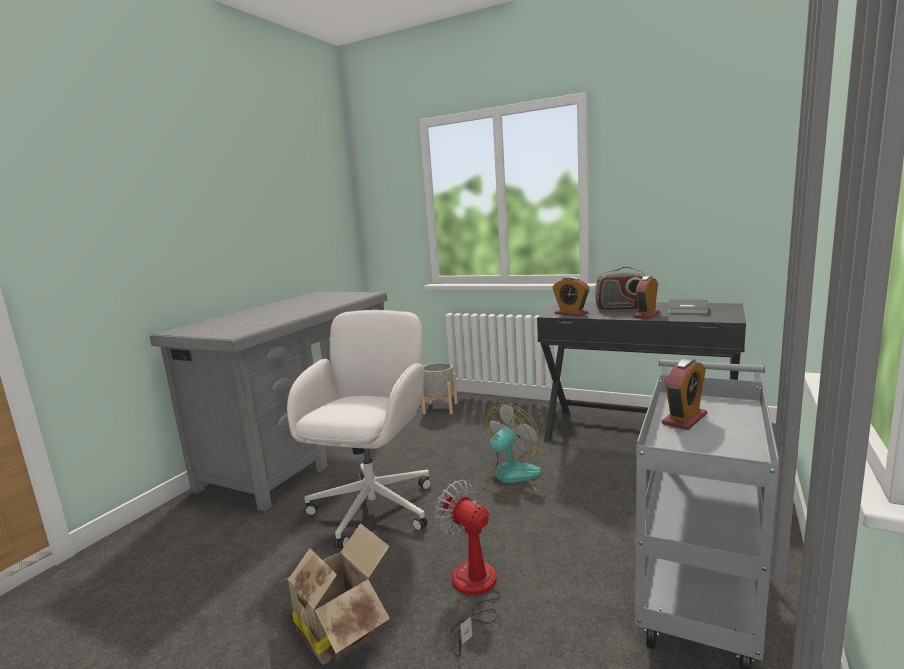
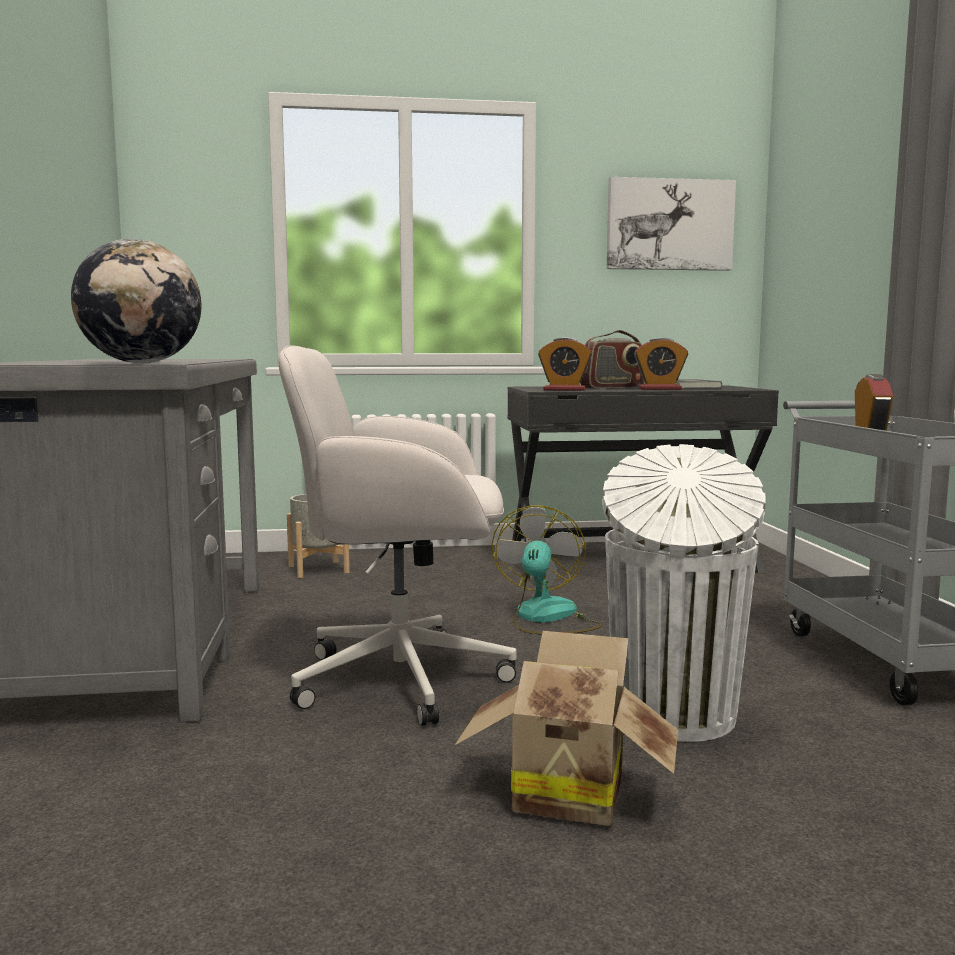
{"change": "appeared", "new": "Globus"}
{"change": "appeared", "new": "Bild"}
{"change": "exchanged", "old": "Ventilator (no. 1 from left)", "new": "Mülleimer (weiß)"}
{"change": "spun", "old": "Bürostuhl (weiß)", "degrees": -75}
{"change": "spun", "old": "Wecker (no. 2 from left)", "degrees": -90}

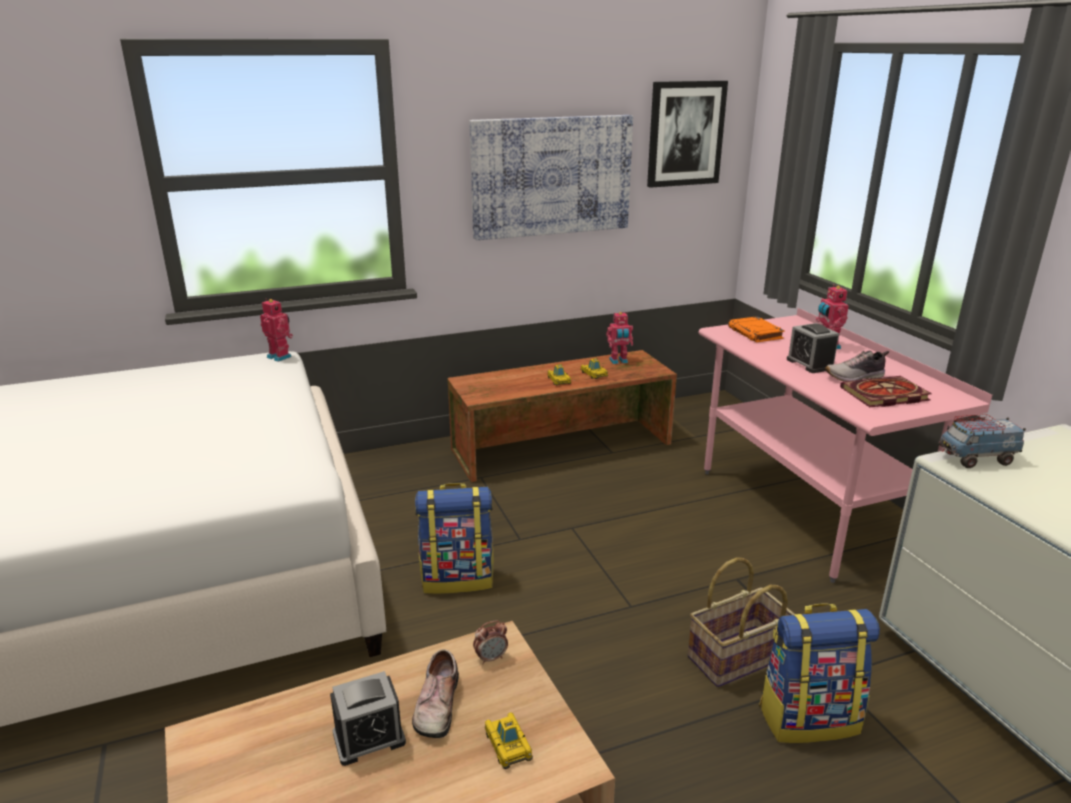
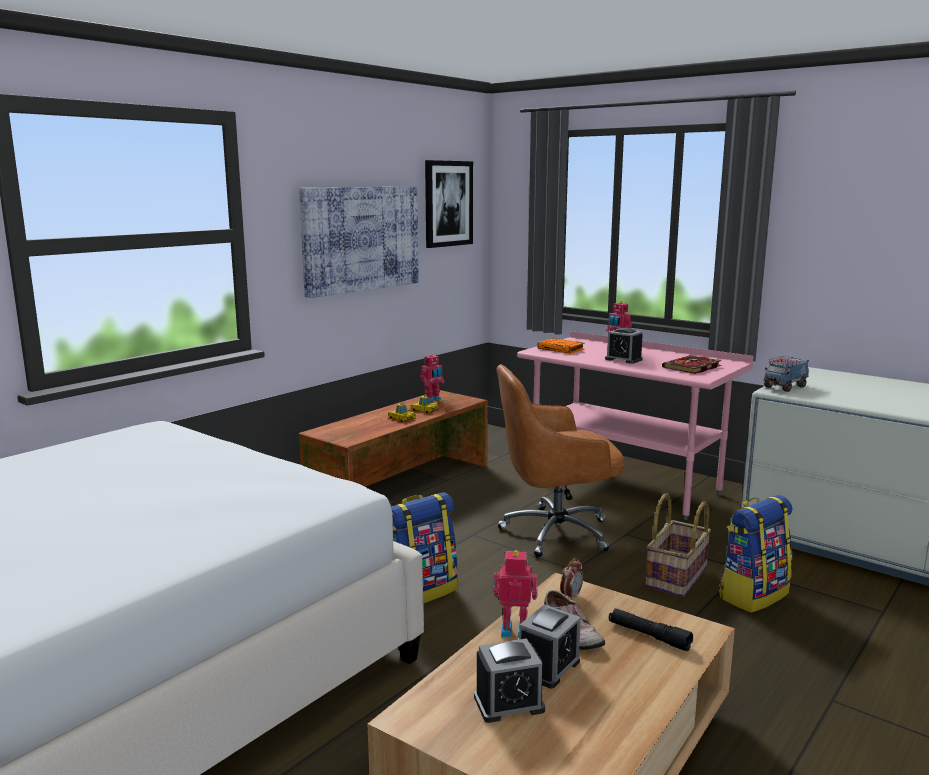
{"change": "missing", "old": "Schuh (no. 2 from left)"}
{"change": "appeared", "new": "Wecker (no. 1 from left)"}
{"change": "appeared", "new": "Bürostuhl (braun)"}
{"change": "relocated", "old": "Spielzeugroboter (no. 1 from left in the first image)", "new": "Spielzeugroboter (no. 2 from left)"}
{"change": "exchanged", "old": "Spielzeugauto (no. 1 from left)", "new": "Taschenlampe (schwarz)"}

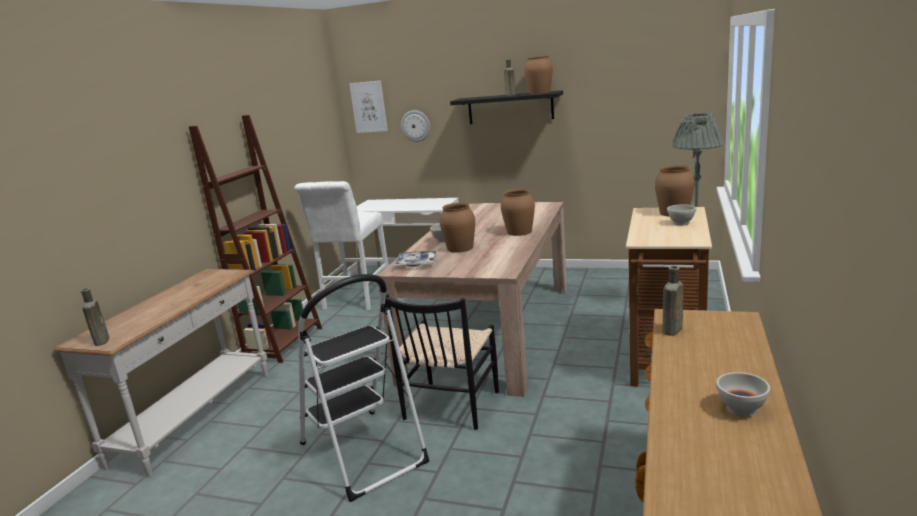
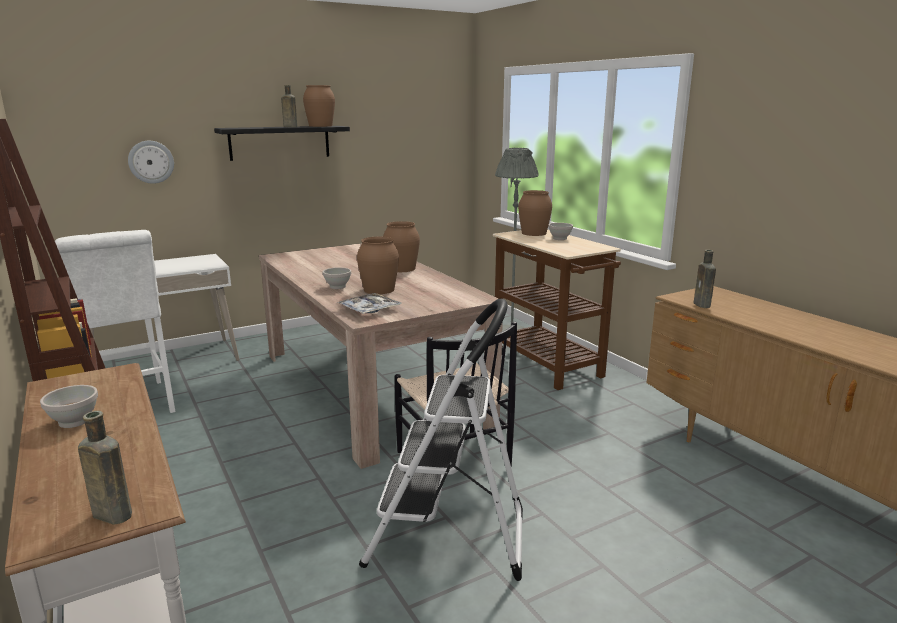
{"change": "missing", "old": "Bild"}
{"change": "relocated", "old": "Schüssel (weiß) (no. 3 from left in the first image)", "new": "Schüssel (weiß) (no. 1 from left)"}

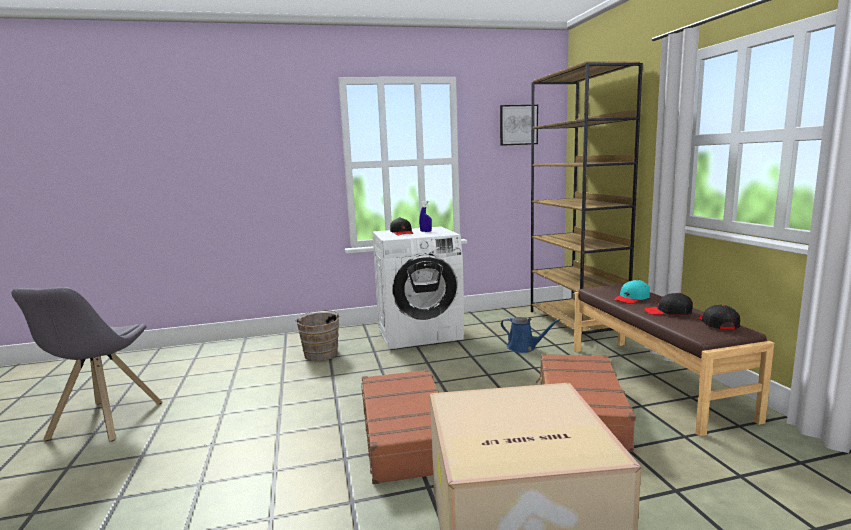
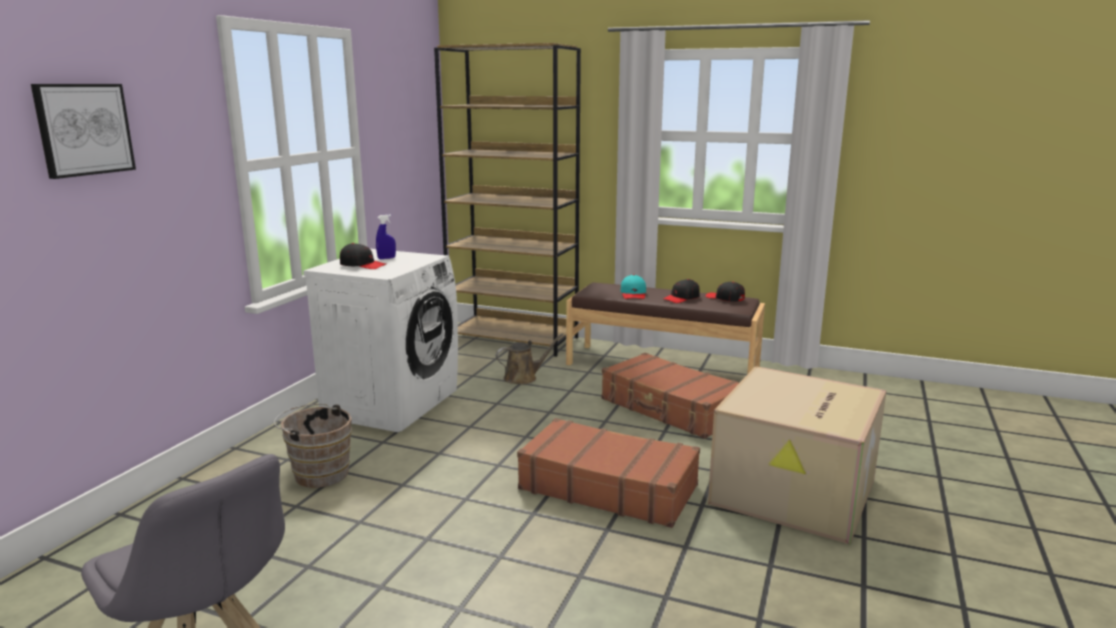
{"change": "relocated", "old": "Bild"}
{"change": "colour", "old": "Gießkanne (blau)", "new": "Gießkanne (braun)"}

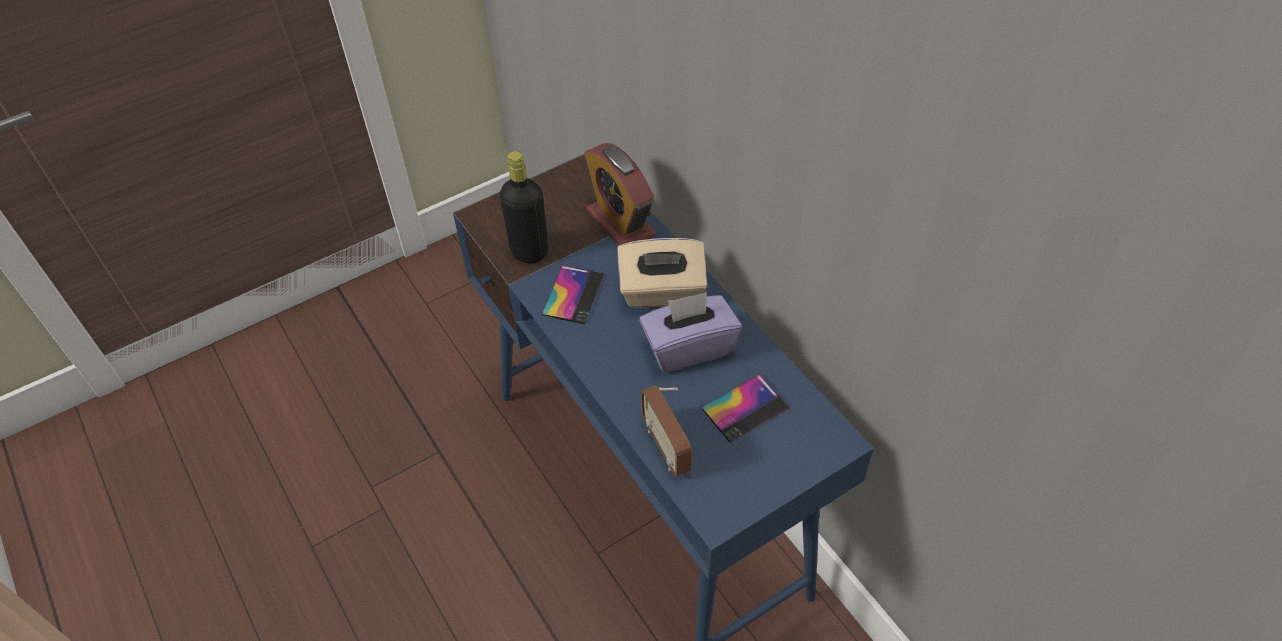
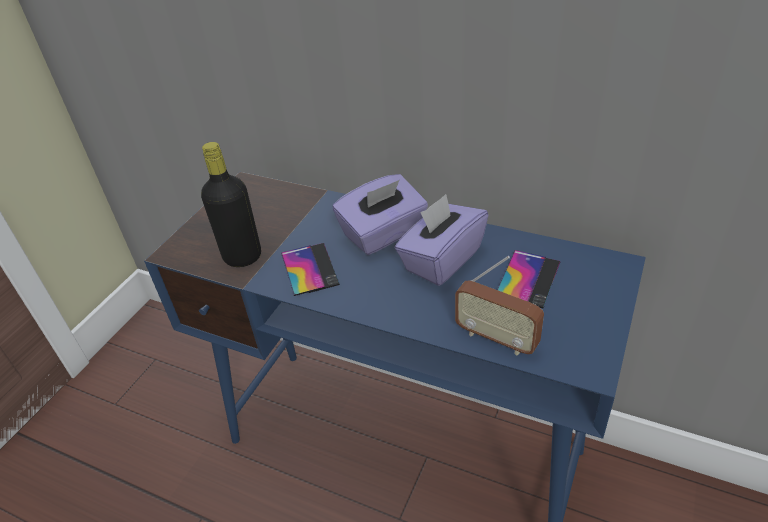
{"change": "missing", "old": "Wecker"}
{"change": "colour", "old": "Taschentuchbox (beige)", "new": "Taschentuchbox (lila) (no. 1 from left)"}

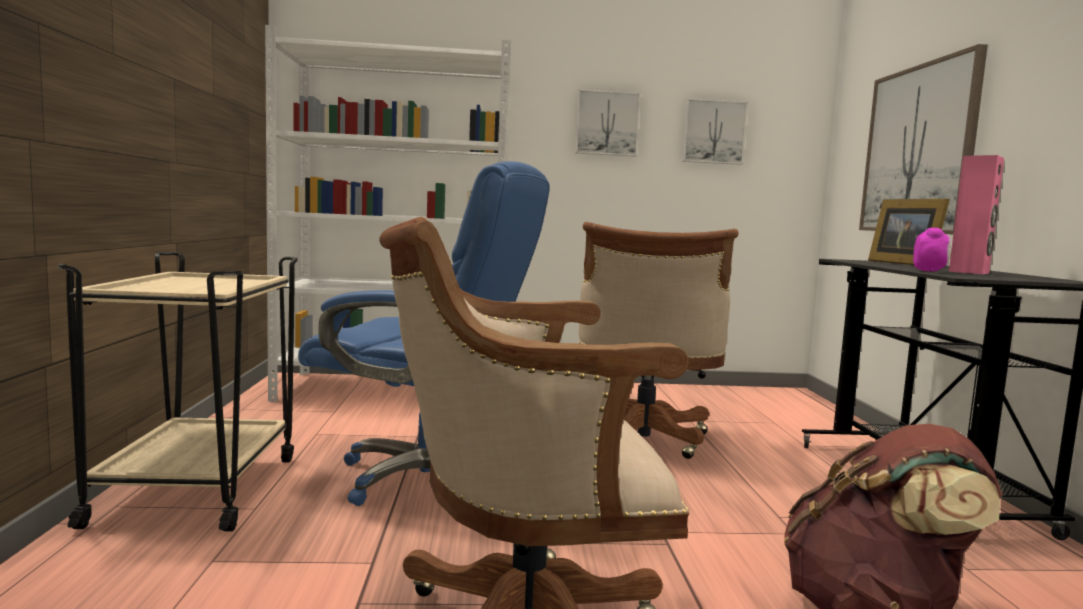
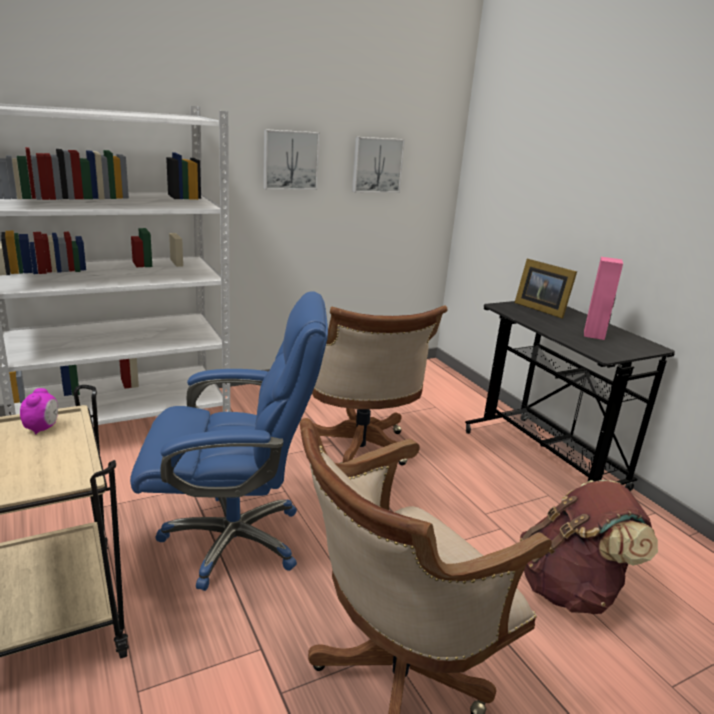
{"change": "missing", "old": "Bild (no. 3 from left)"}
{"change": "relocated", "old": "Wecker"}

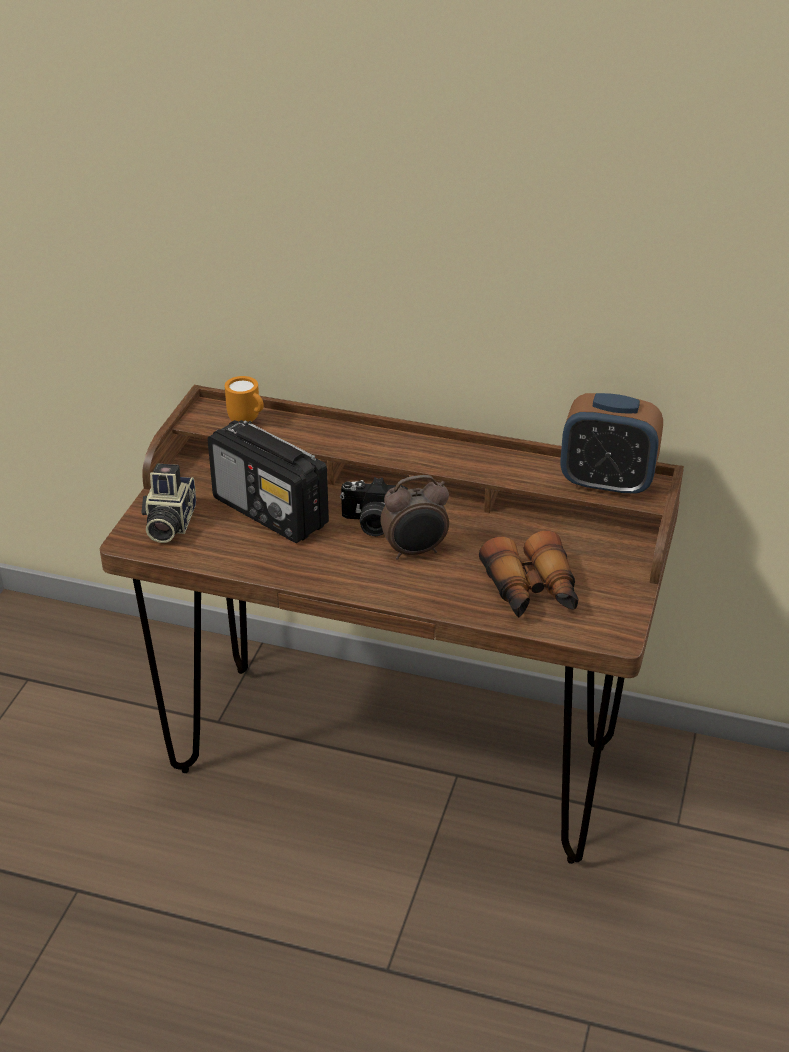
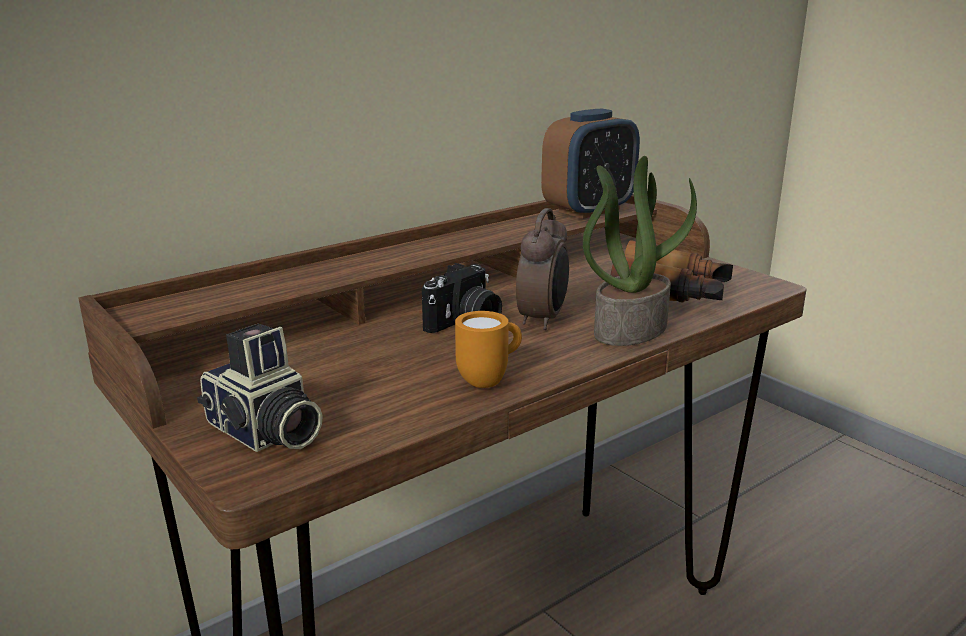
{"change": "missing", "old": "Radio"}
{"change": "appeared", "new": "Topfpflanze"}
{"change": "relocated", "old": "Henkelbecher (orange)"}

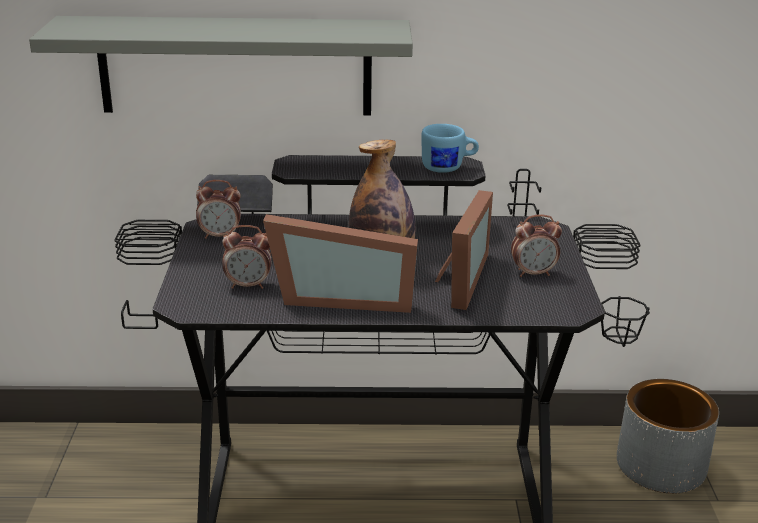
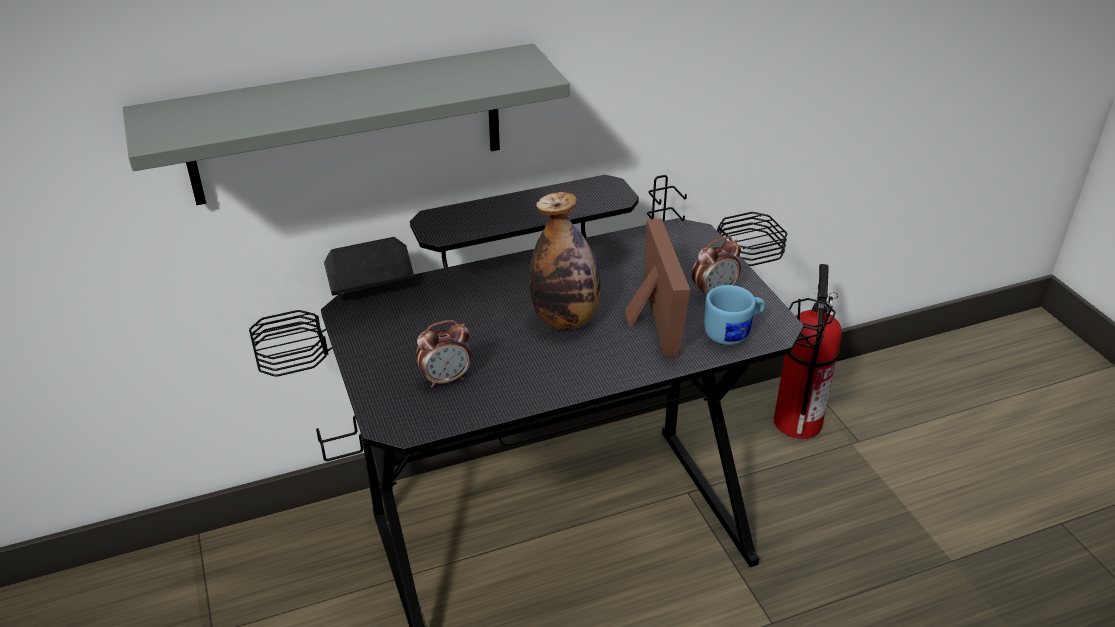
{"change": "missing", "old": "Wecker (no. 1 from left)"}
{"change": "missing", "old": "Bilderrahmen (no. 1 from left)"}
{"change": "relocated", "old": "Henkelbecher (blau)"}
{"change": "exchanged", "old": "Pflanzkübel (grau)", "new": "Feuerlöscher"}

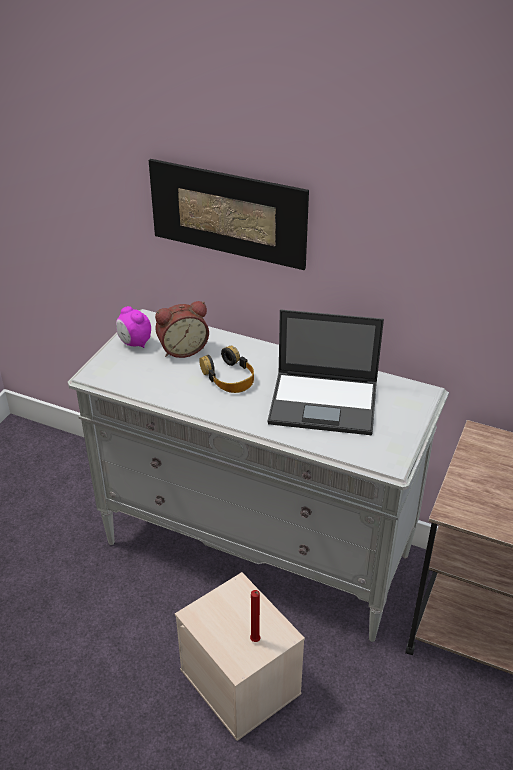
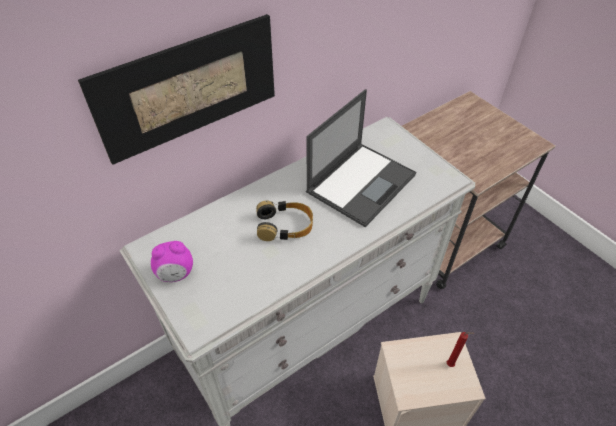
{"change": "missing", "old": "Wecker (no. 2 from left)"}

